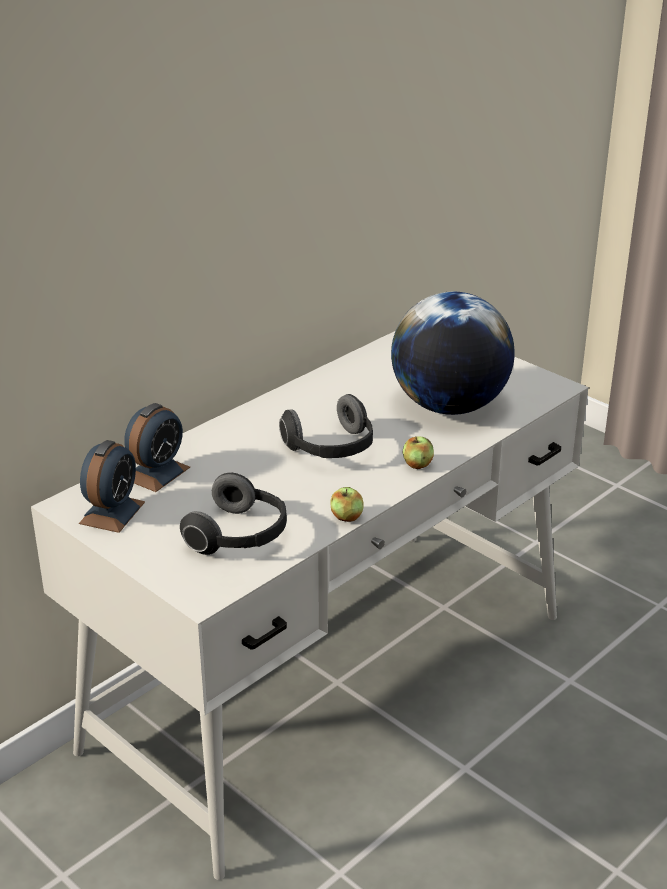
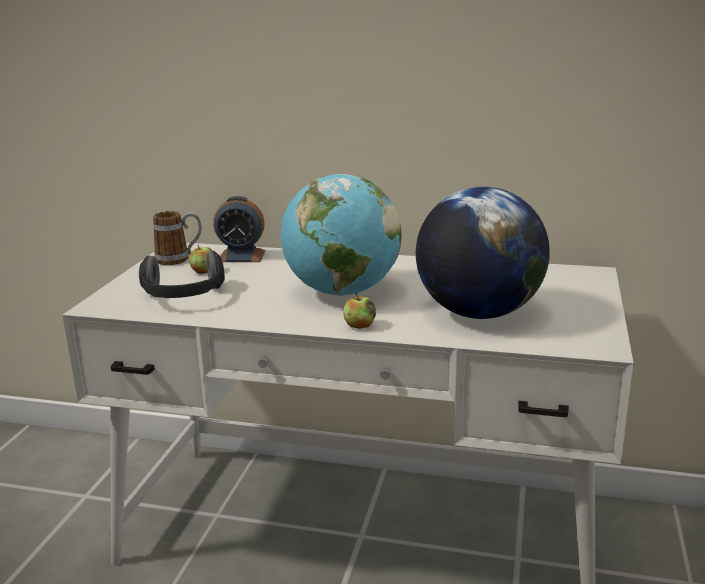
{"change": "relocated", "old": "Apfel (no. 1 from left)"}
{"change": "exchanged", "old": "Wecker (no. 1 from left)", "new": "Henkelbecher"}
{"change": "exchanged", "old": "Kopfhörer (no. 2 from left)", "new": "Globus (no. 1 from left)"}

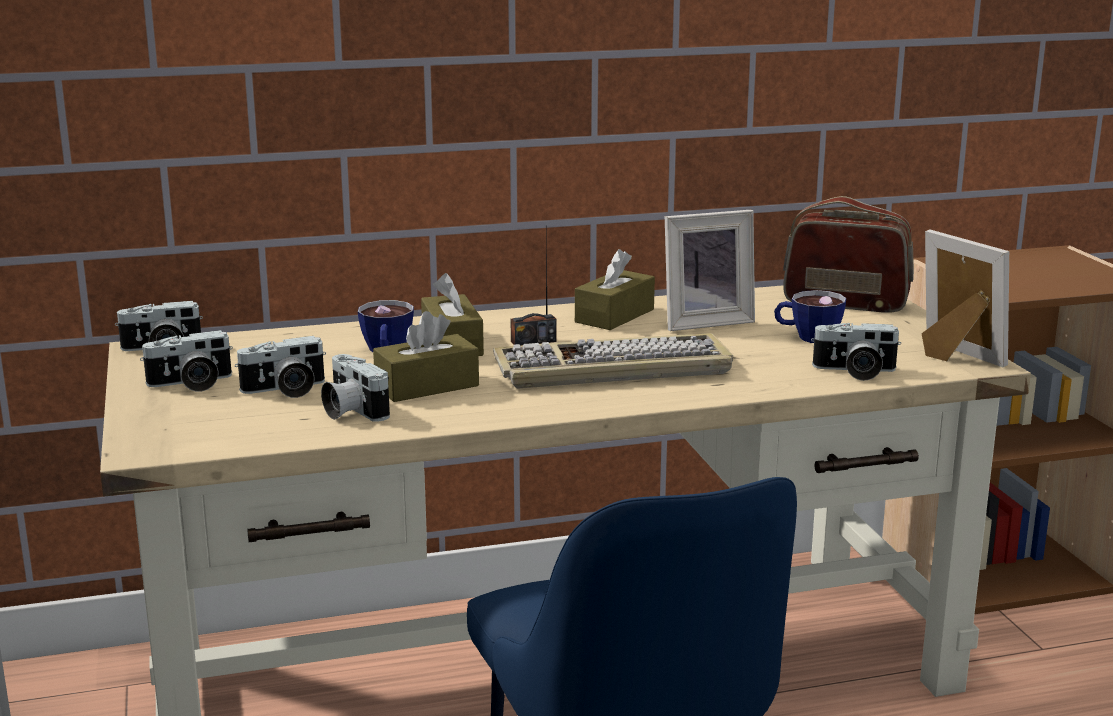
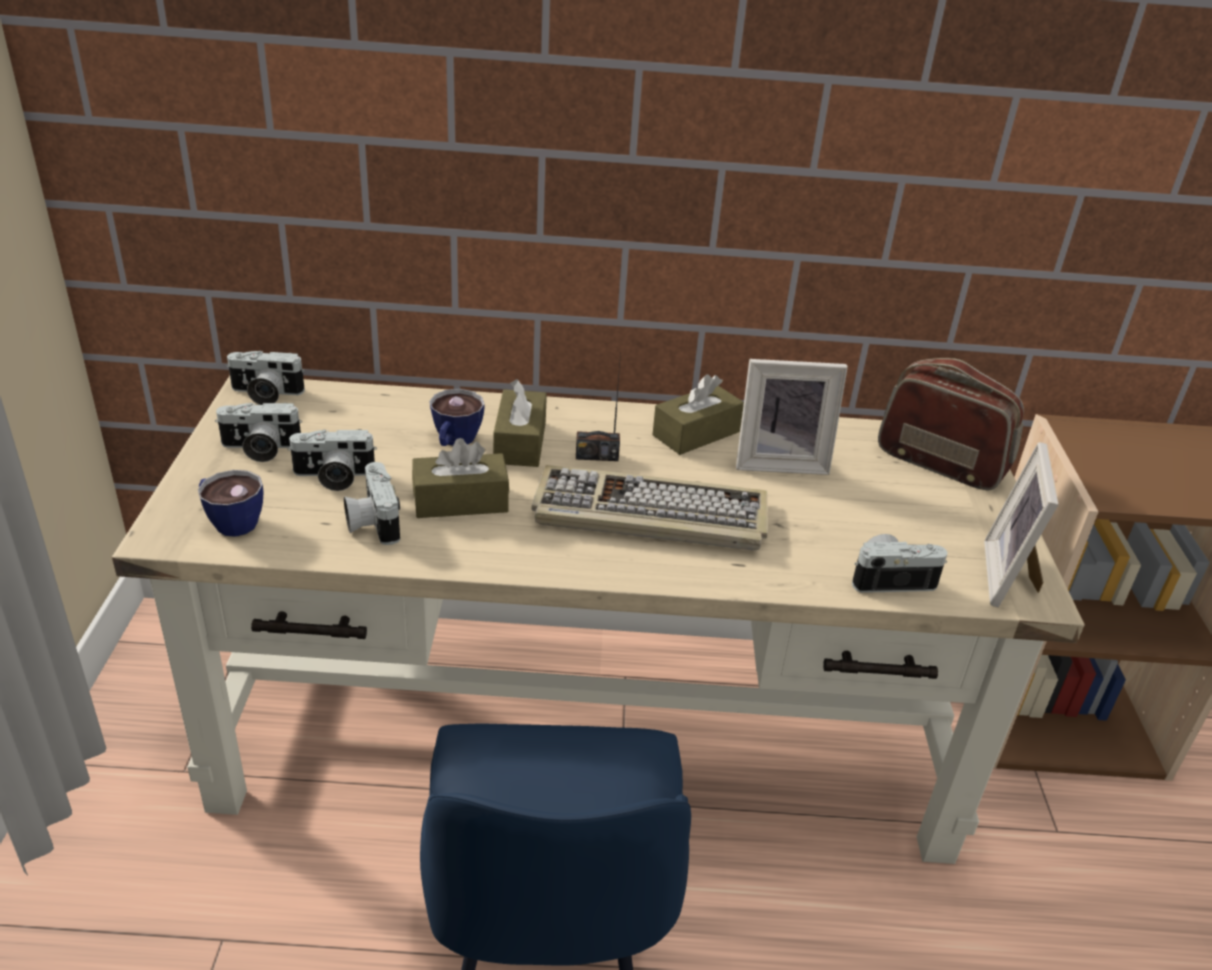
{"change": "relocated", "old": "Tasse (no. 2 from left in the first image)", "new": "Tasse (no. 1 from left)"}
{"change": "spun", "old": "Kamera (no. 5 from left)", "degrees": 150}
{"change": "spun", "old": "Bilderrahmen (no. 2 from left)", "degrees": -150}

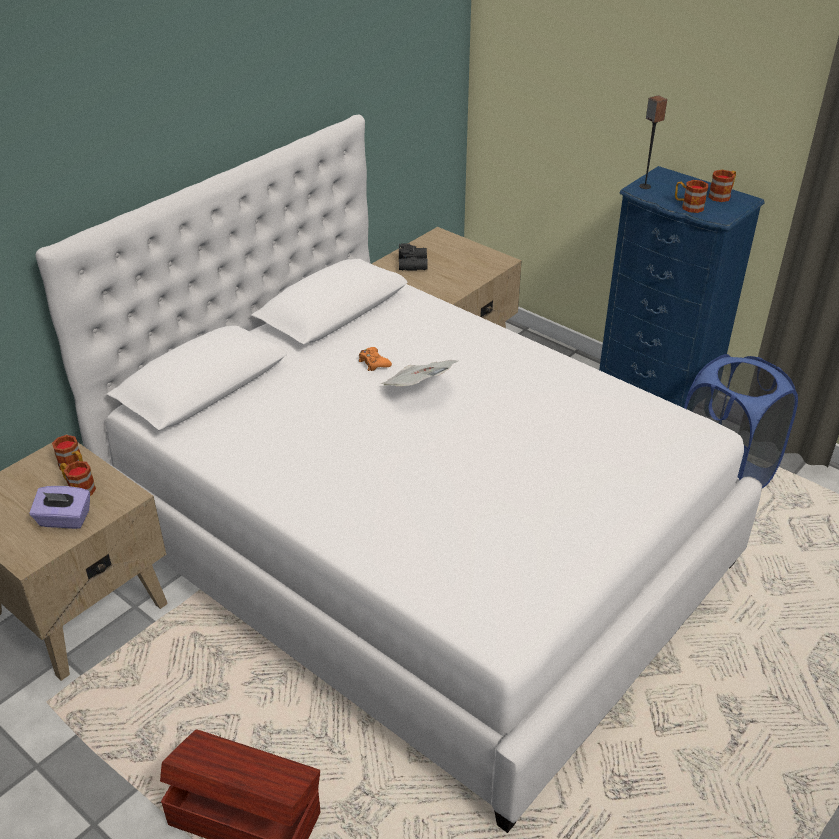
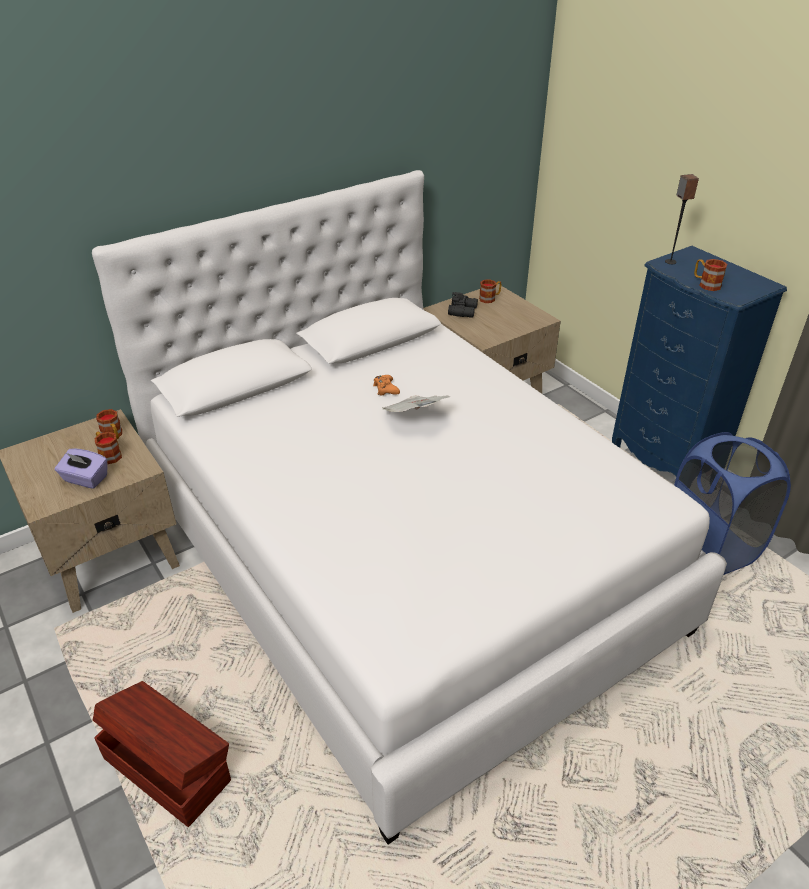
{"change": "relocated", "old": "Henkelbecher (no. 4 from left in the first image)", "new": "Henkelbecher (no. 3 from left)"}

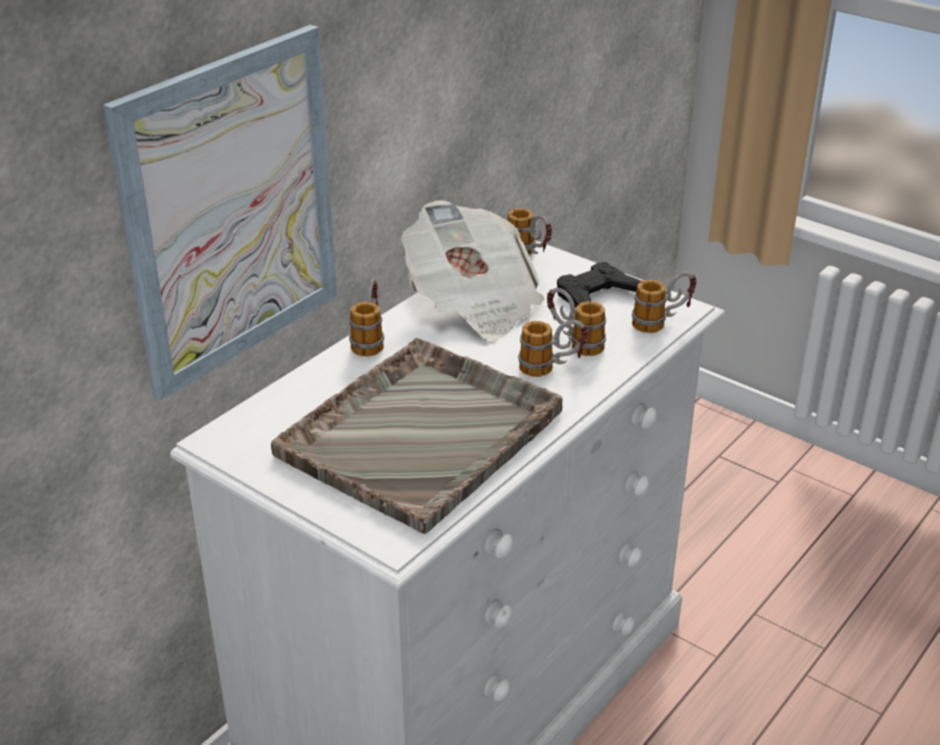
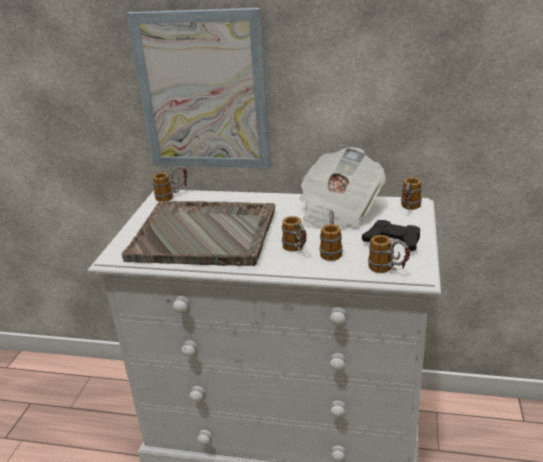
{"change": "relocated", "old": "Henkelbecher (no. 1 from left)"}

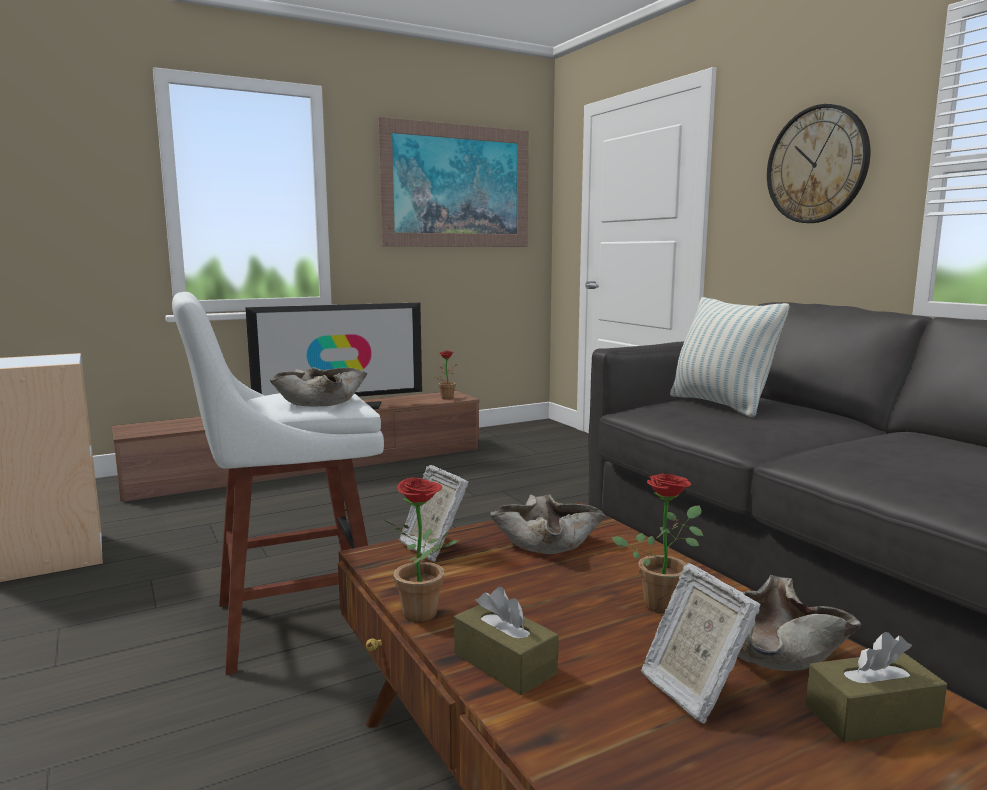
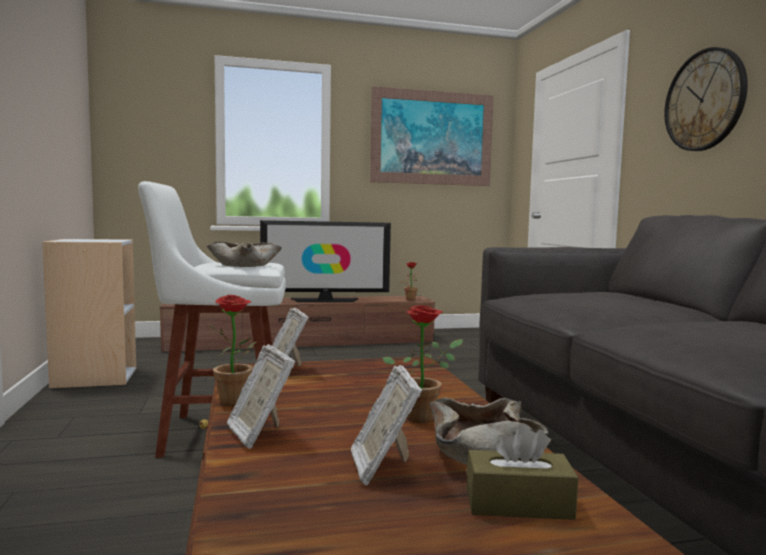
{"change": "missing", "old": "Schüssel (beige) (no. 2 from left)"}
{"change": "missing", "old": "Kissen"}
{"change": "exchanged", "old": "Taschentuchbox (braun) (no. 1 from left)", "new": "Bilderrahmen (no. 1 from left)"}

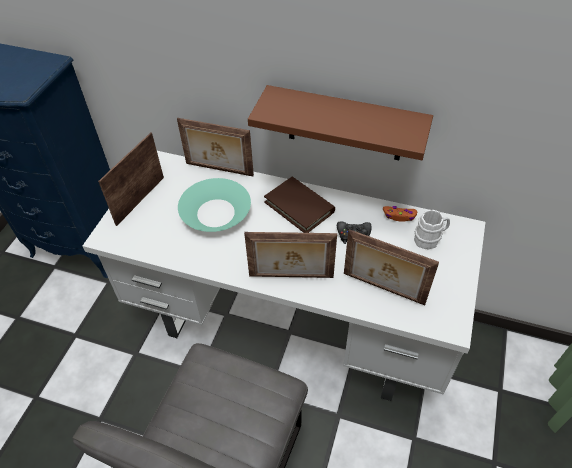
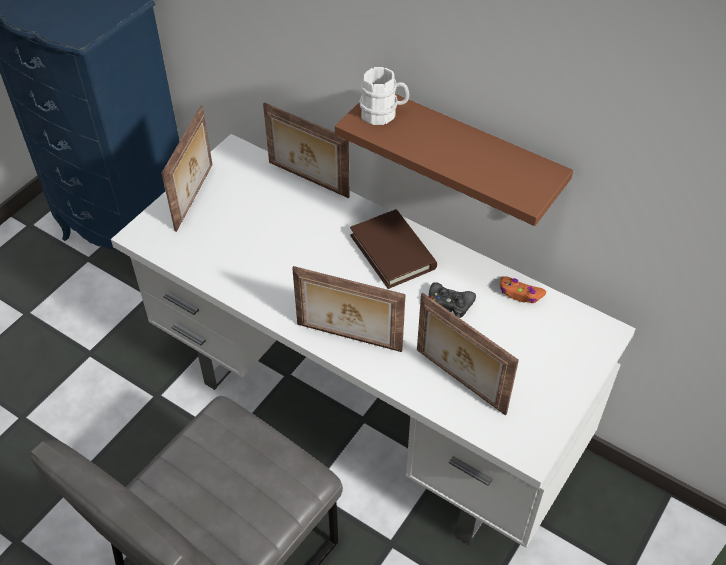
{"change": "missing", "old": "Schüssel (türkis)"}
{"change": "relocated", "old": "Henkelbecher (weiß)"}
{"change": "spun", "old": "Bilderrahmen (no. 1 from left)", "degrees": 150}

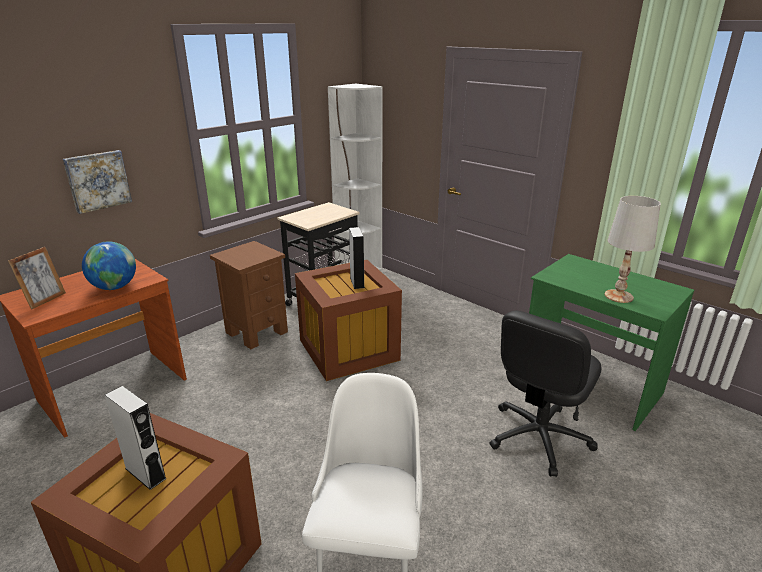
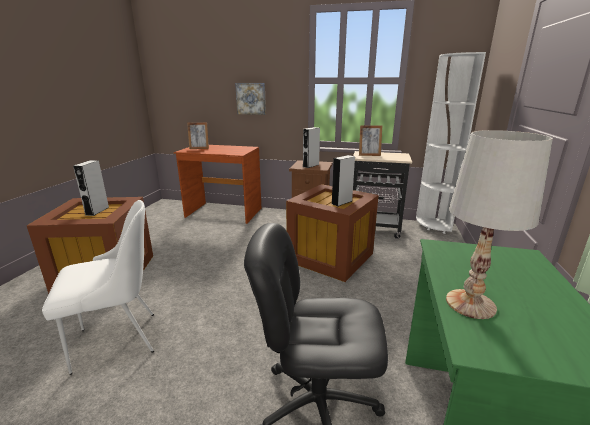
{"change": "missing", "old": "Globus"}
{"change": "appeared", "new": "Lautsprecher (grau) (no. 2 from left)"}
{"change": "appeared", "new": "Bilderrahmen (no. 2 from left)"}

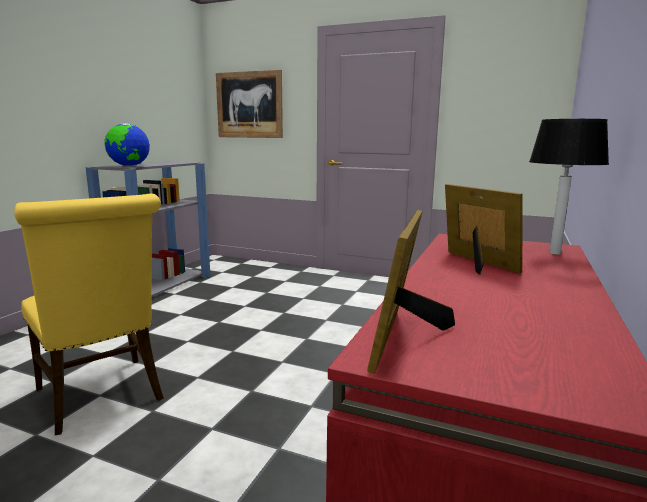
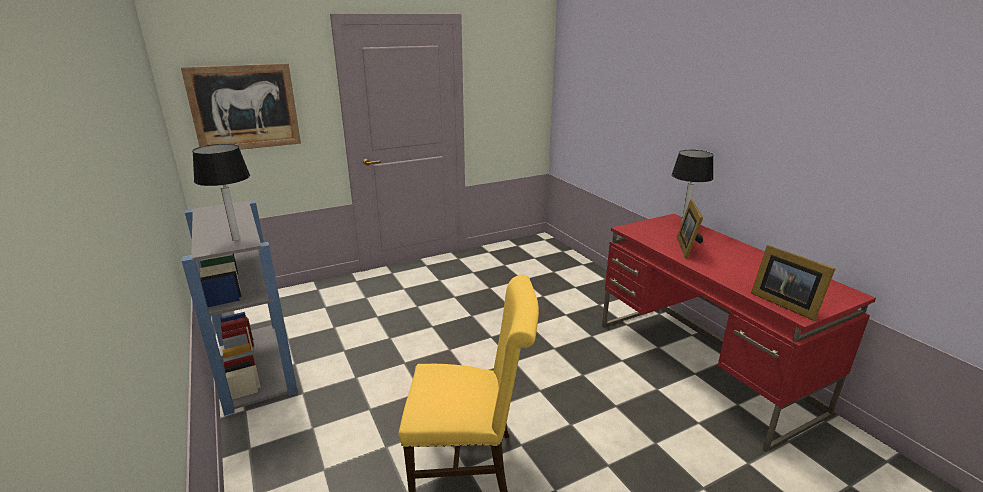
{"change": "exchanged", "old": "Globus", "new": "Tischlampe (no. 1 from left)"}
{"change": "spun", "old": "Bilderrahmen (no. 2 from left in the first image)", "degrees": -90}

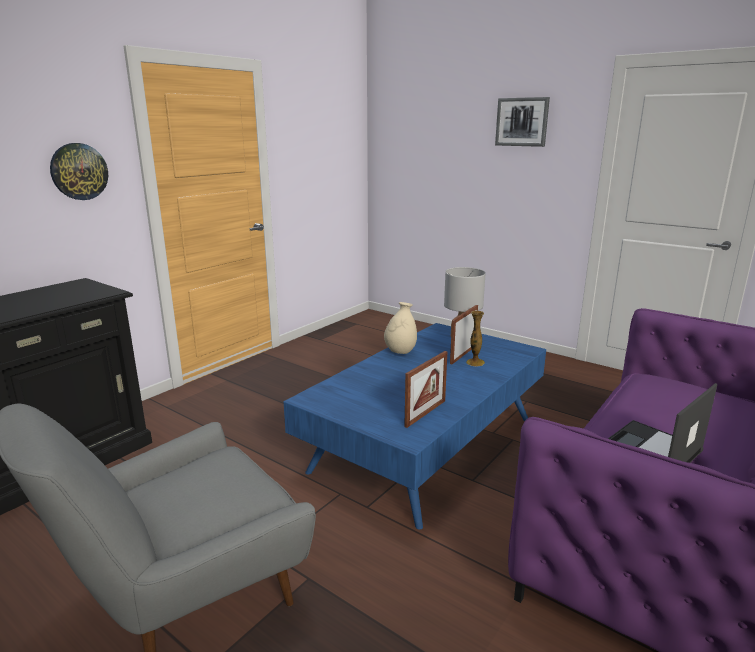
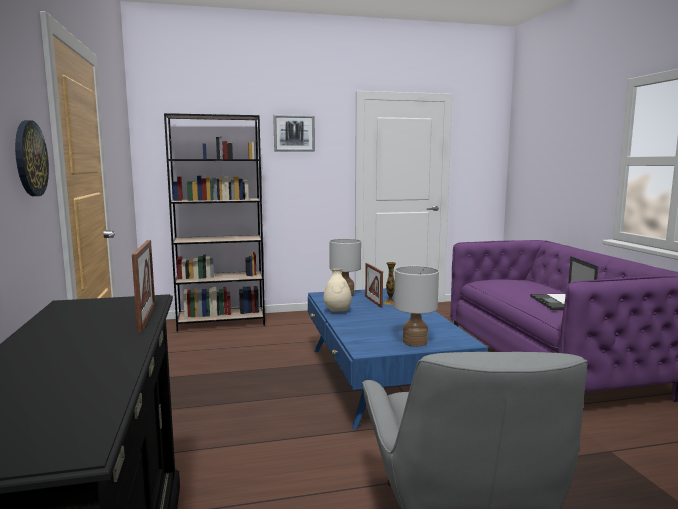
{"change": "appeared", "new": "Bücherregal (beige)"}
{"change": "appeared", "new": "Tischlampe (grau) (no. 2 from left)"}
{"change": "relocated", "old": "Bilderrahmen (no. 1 from left)"}

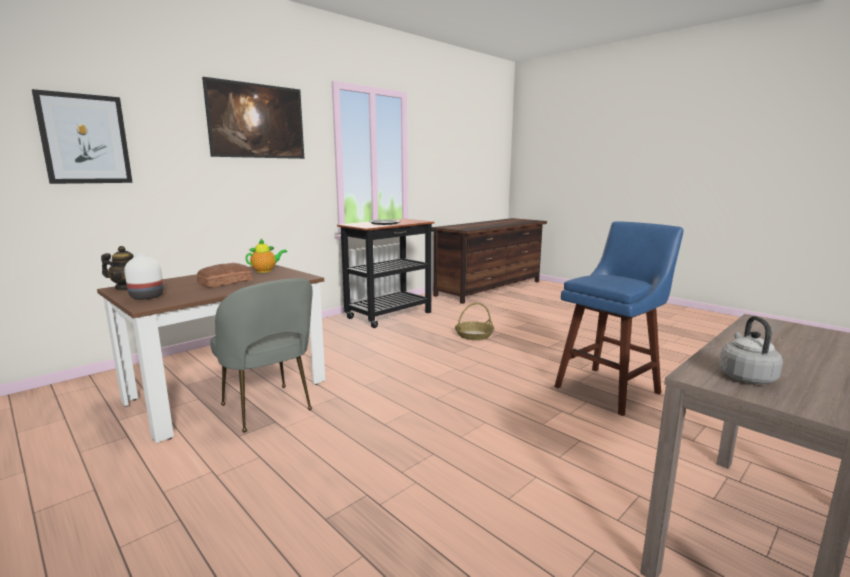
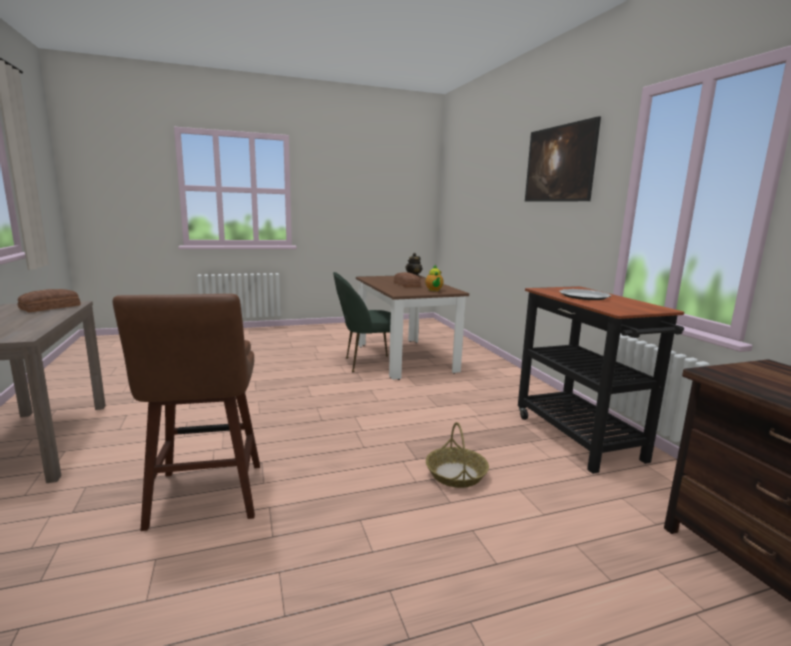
{"change": "missing", "old": "Bild (no. 1 from left)"}
{"change": "missing", "old": "Vase (weiß)"}
{"change": "exchanged", "old": "Wasserkessel (grau)", "new": "Brot (no. 1 from left)"}
{"change": "colour", "old": "Stuhl (grau)", "new": "Stuhl (grün)"}
{"change": "colour", "old": "Hocker (blau)", "new": "Hocker (braun)"}

